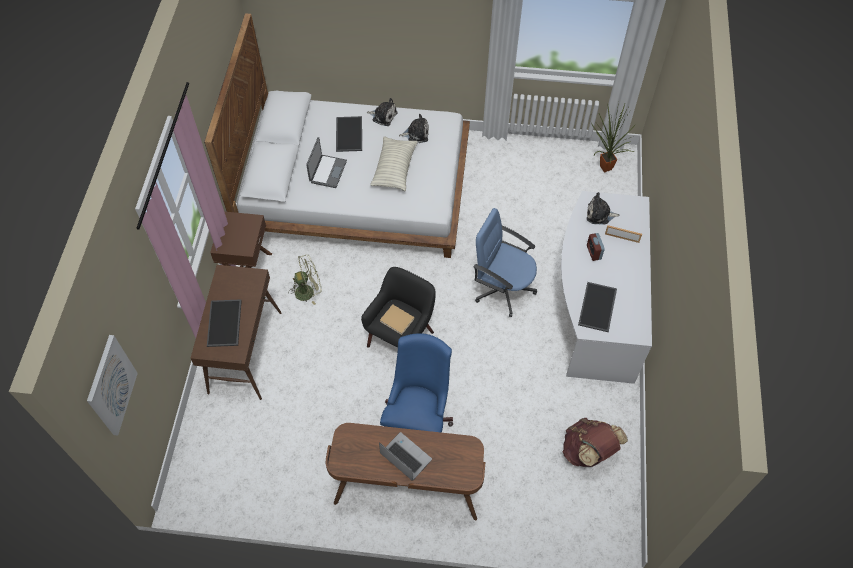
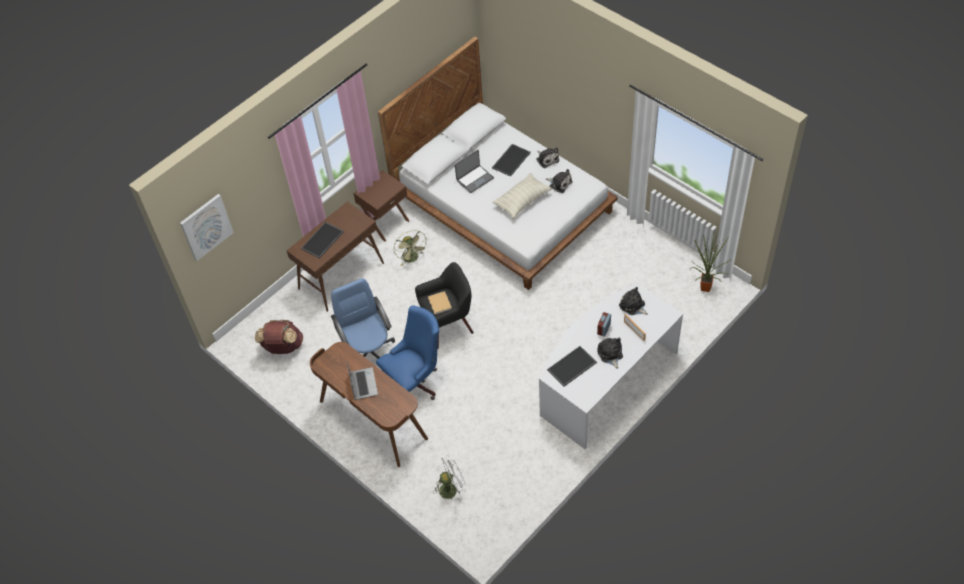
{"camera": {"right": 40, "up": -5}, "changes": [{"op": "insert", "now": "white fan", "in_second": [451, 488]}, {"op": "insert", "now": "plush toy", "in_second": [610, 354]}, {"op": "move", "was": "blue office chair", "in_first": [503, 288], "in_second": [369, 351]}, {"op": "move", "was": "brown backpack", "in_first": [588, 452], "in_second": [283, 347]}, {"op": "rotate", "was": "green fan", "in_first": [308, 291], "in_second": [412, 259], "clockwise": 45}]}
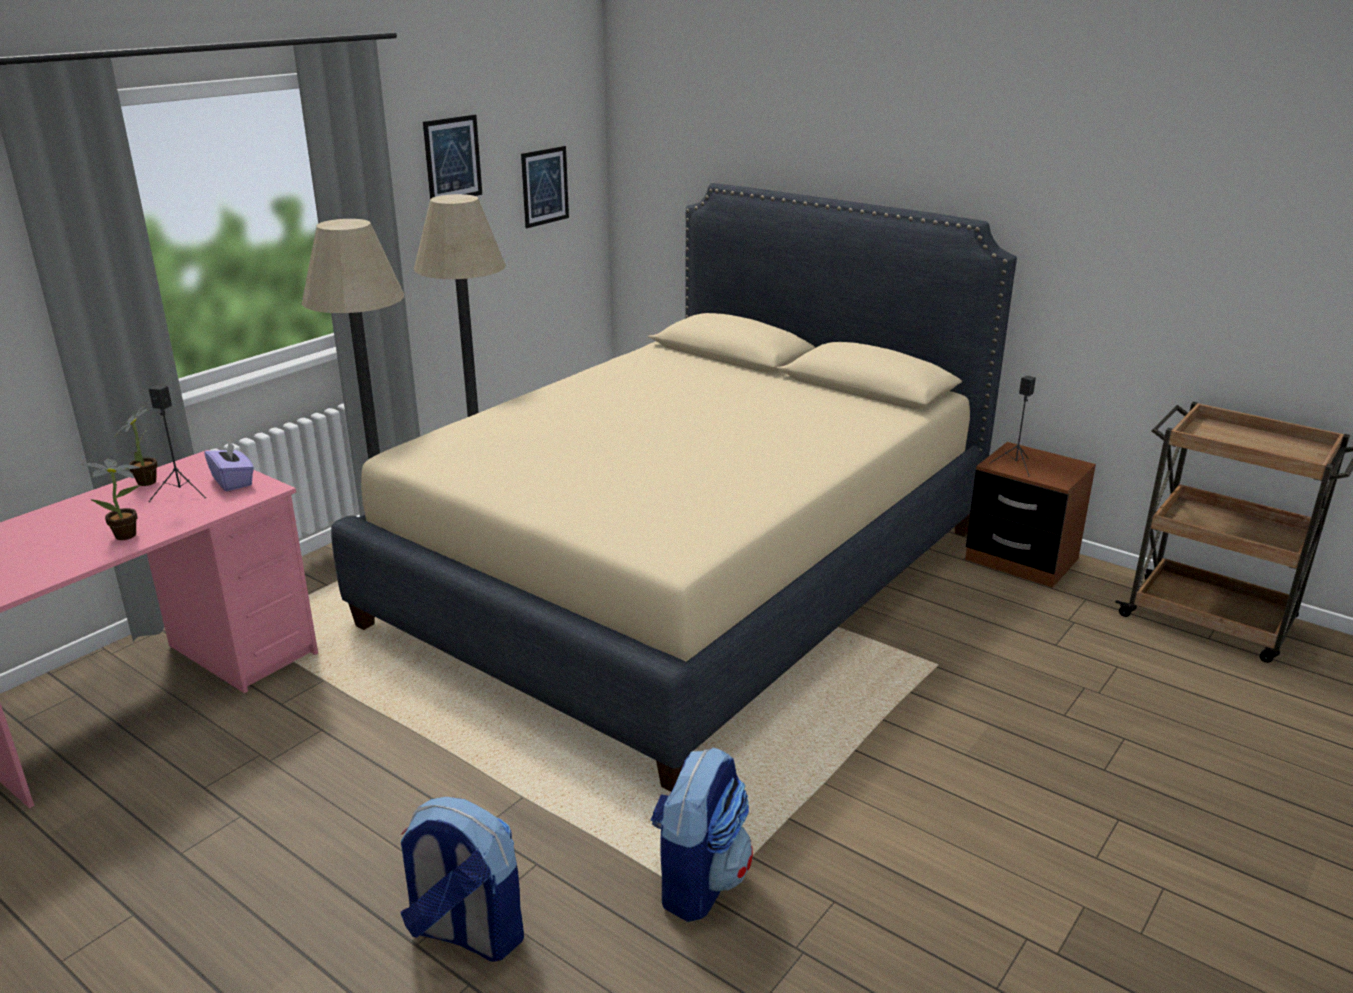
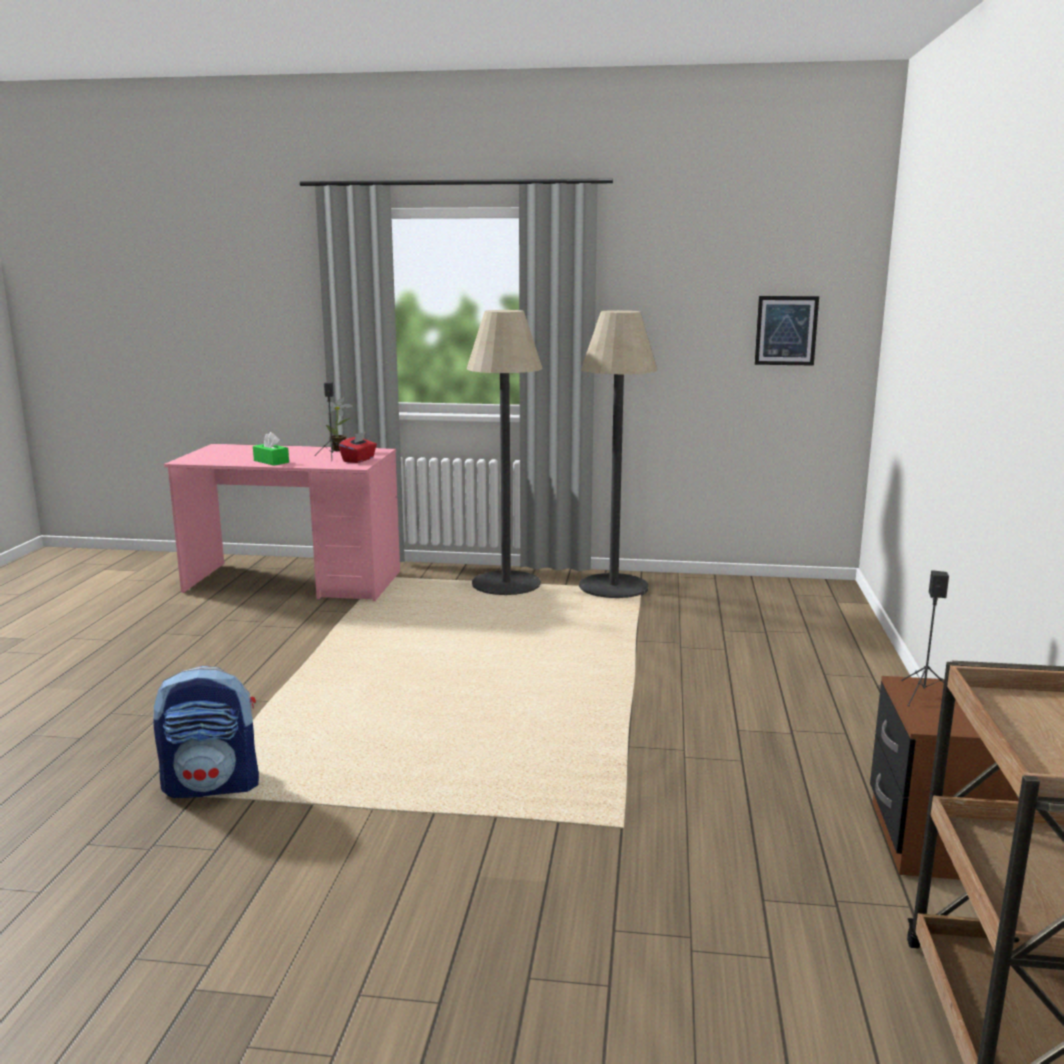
{"camera": {"right": 60, "up": -10}, "changes": [{"op": "delete", "was": "beige bed", "in_first": [688, 575]}, {"op": "delete", "was": "backpack", "in_first": [465, 932]}, {"op": "delete", "was": "picture", "in_first": [452, 159]}, {"op": "replace", "was": "potted plant", "now": "green tissue box", "in_first": [129, 536], "in_second": [271, 461]}, {"op": "recolor", "was": "purple tissue box", "now": "red tissue box", "in_first": [233, 481], "in_second": [359, 460]}]}
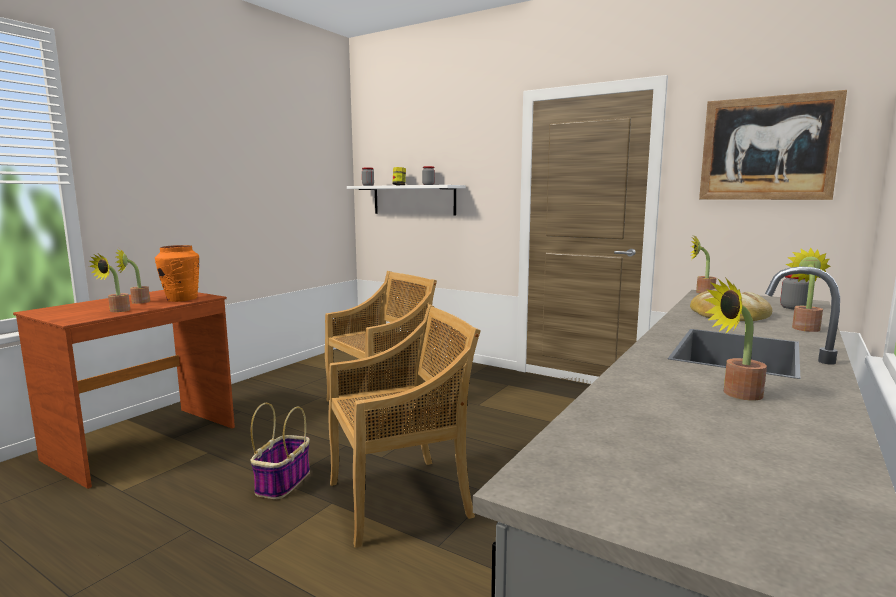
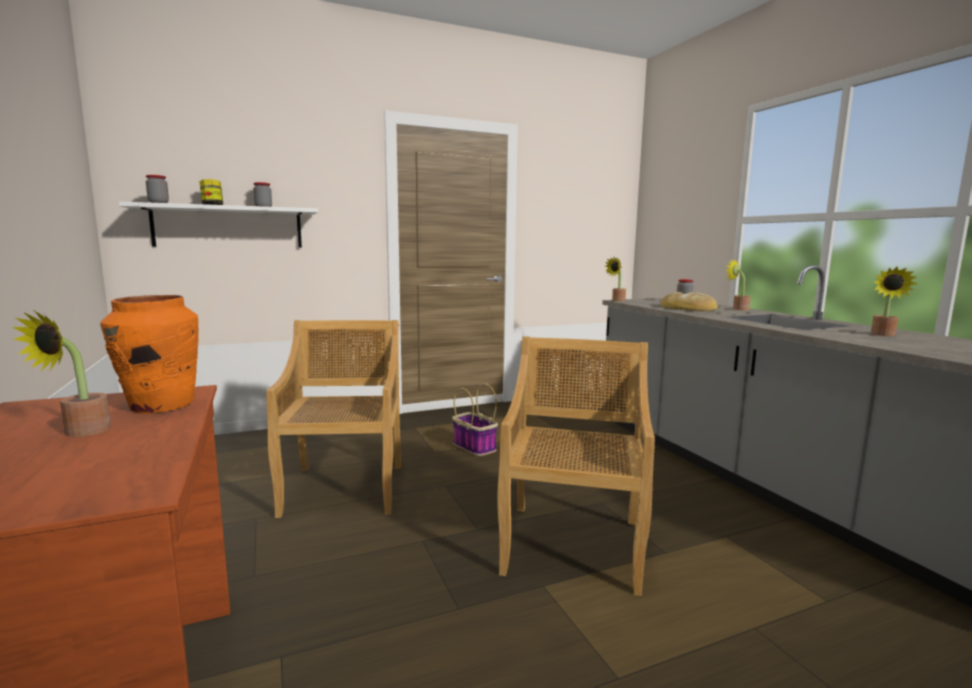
{"camera": {"right": -55, "up": 0}, "changes": [{"op": "delete", "was": "potted plant", "in_first": [116, 311]}, {"op": "delete", "was": "picture", "in_first": [767, 148]}, {"op": "move", "was": "basket", "in_first": [283, 482], "in_second": [473, 446]}]}
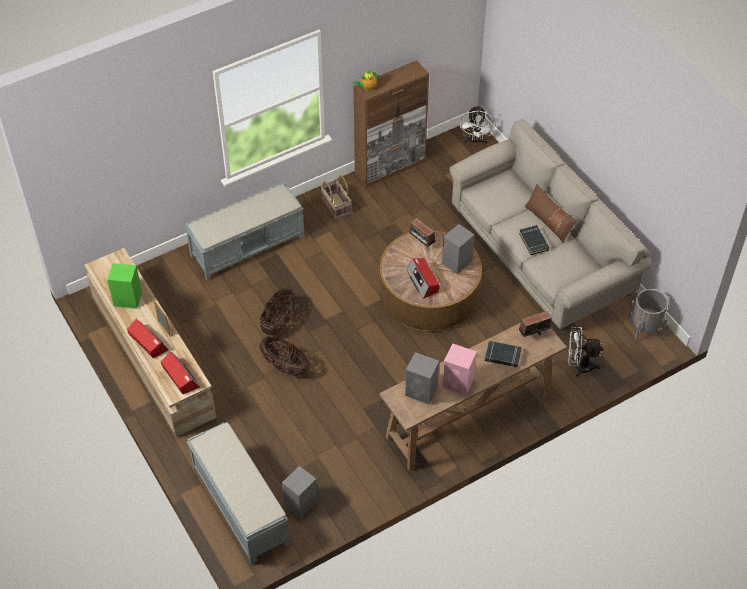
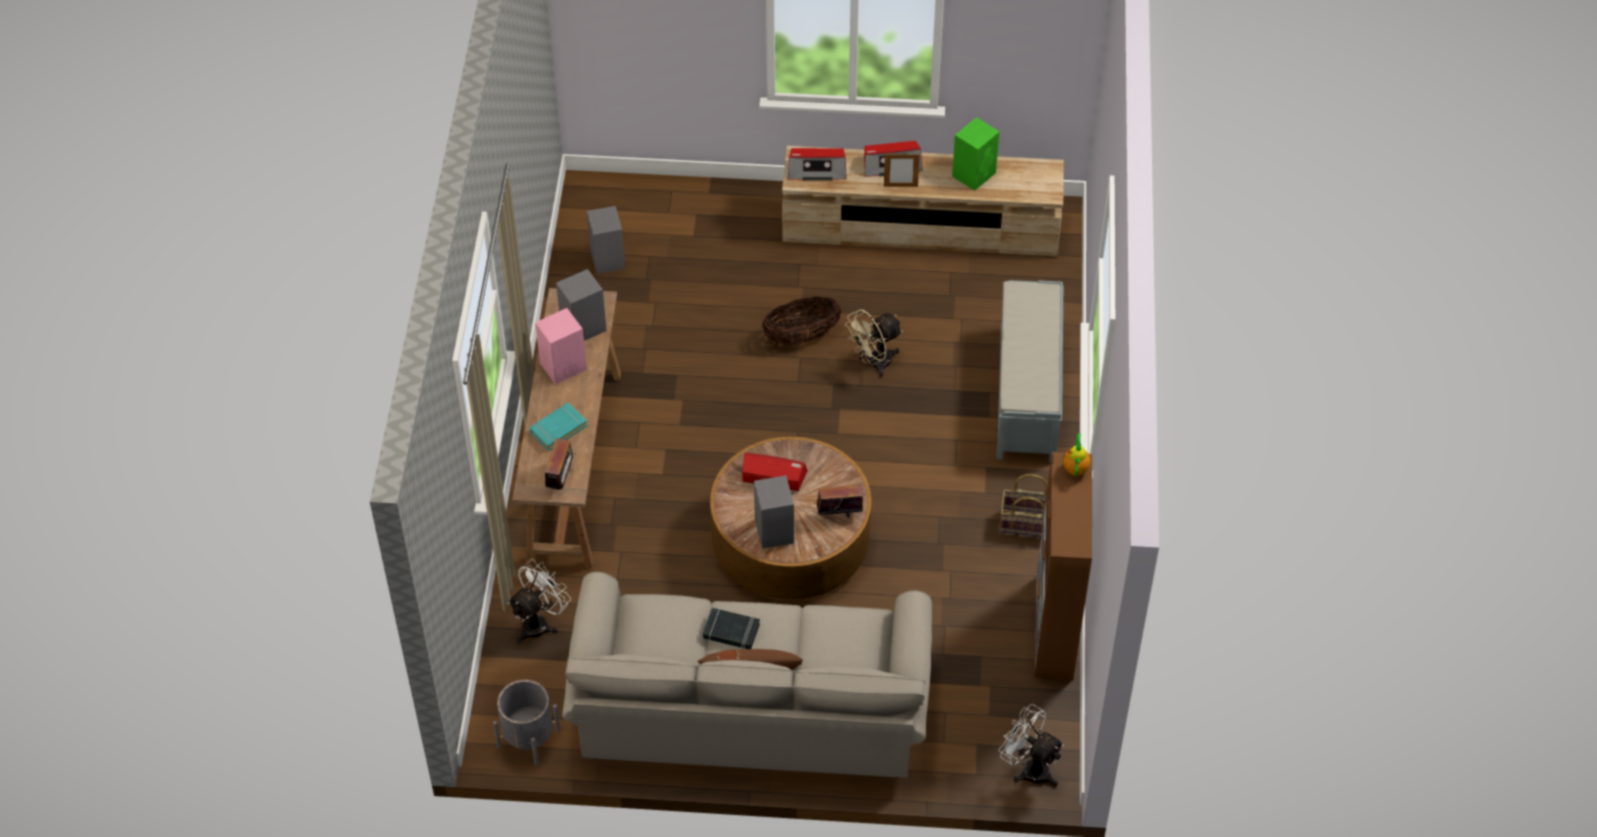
{"camera": {"right": 125, "up": 0}, "changes": [{"op": "delete", "was": "grey bench", "in_first": [240, 505]}, {"op": "replace", "was": "basket", "now": "beige fan", "in_first": [278, 322], "in_second": [874, 363]}, {"op": "recolor", "was": "black book", "now": "turquoise book", "in_first": [502, 356], "in_second": [558, 429]}]}
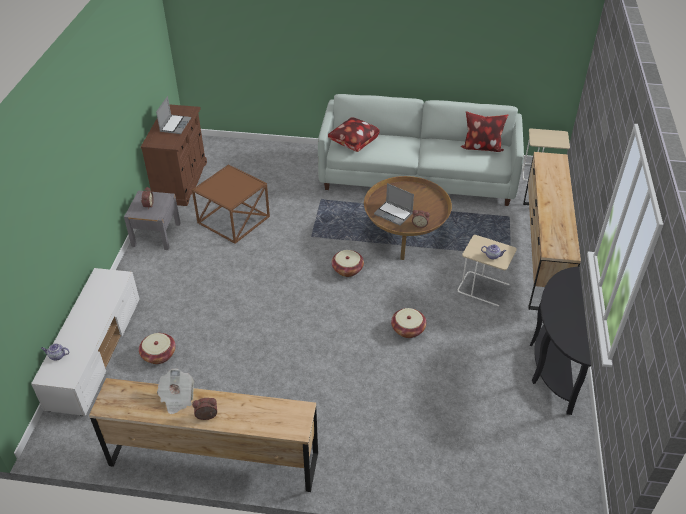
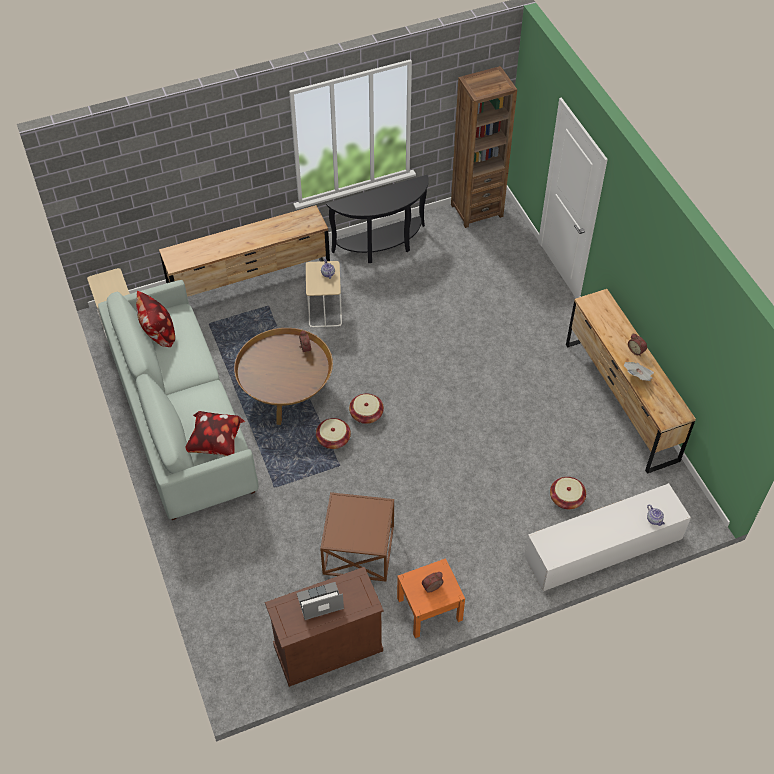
{"camera": {"right": -120, "up": 10}, "changes": [{"op": "delete", "was": "laptop", "in_first": [394, 214]}, {"op": "insert", "now": "brown bookcase", "in_second": [476, 210]}, {"op": "move", "was": "basket", "in_first": [408, 329], "in_second": [333, 439]}, {"op": "recolor", "was": "grey nightstand", "now": "orange nightstand", "in_first": [156, 234], "in_second": [429, 609]}]}
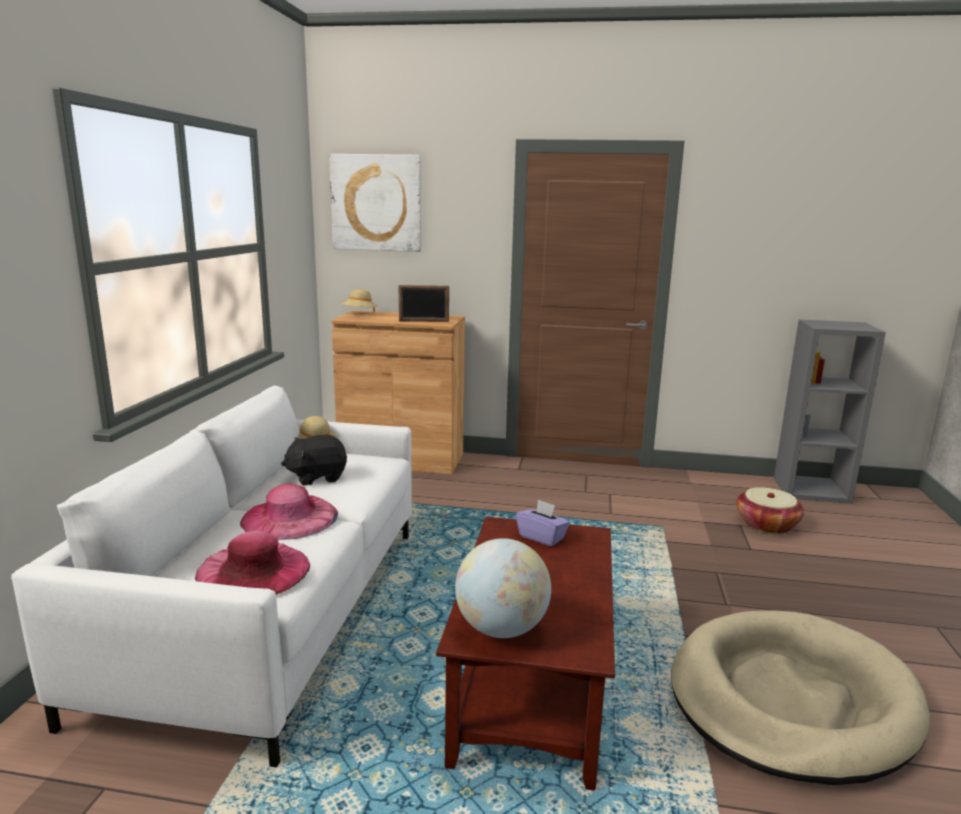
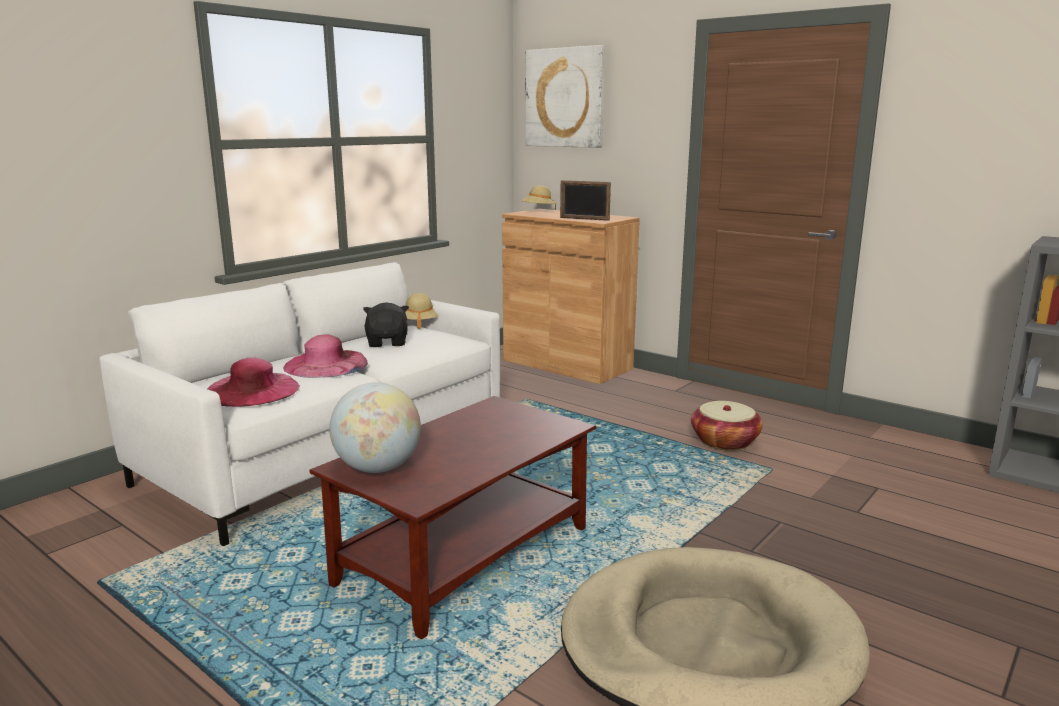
{"camera": {"right": 30, "up": 0}, "changes": [{"op": "delete", "was": "purple tissue box", "in_first": [542, 537]}, {"op": "move", "was": "basket", "in_first": [766, 524], "in_second": [724, 442]}, {"op": "rotate", "was": "black plush toy", "in_first": [317, 477], "in_second": [388, 342], "clockwise": 75}]}
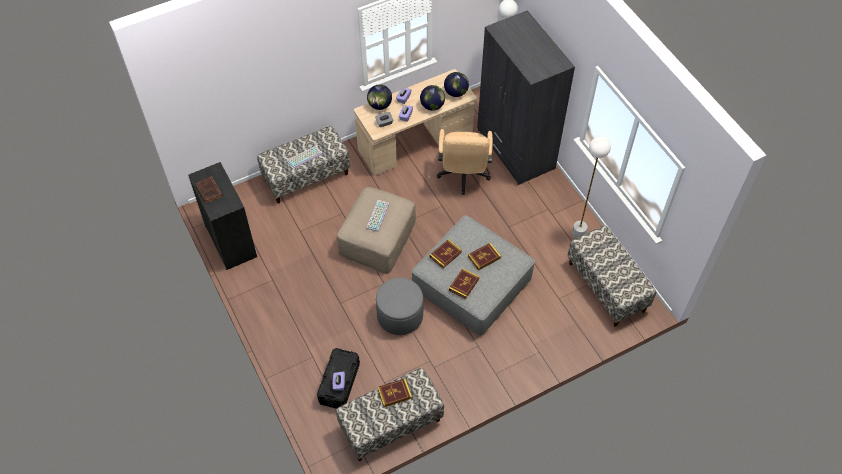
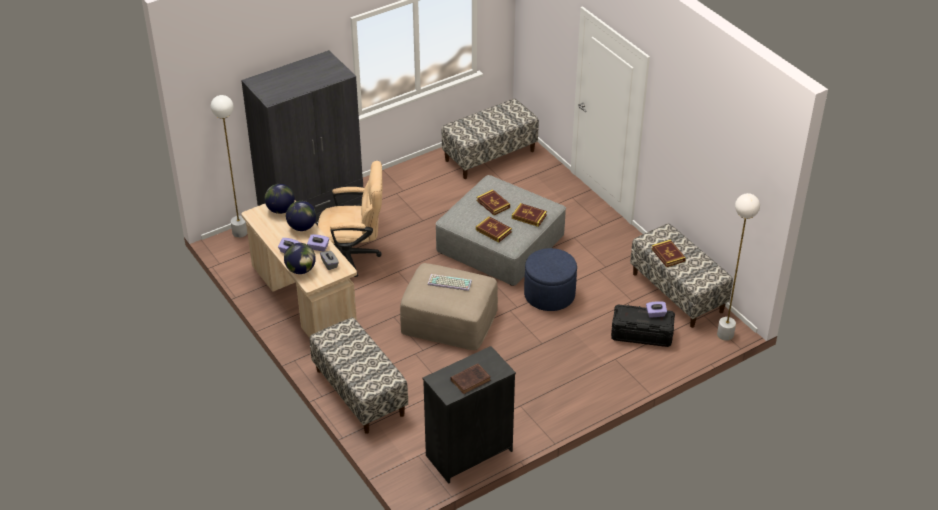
{"camera": {"right": -95, "up": -15}, "changes": [{"op": "delete", "was": "keyboard", "in_first": [304, 156]}, {"op": "move", "was": "white floor lamp", "in_first": [578, 234], "in_second": [725, 335]}, {"op": "recolor", "was": "grey ottoman", "now": "blue ottoman", "in_first": [400, 315], "in_second": [549, 295]}]}
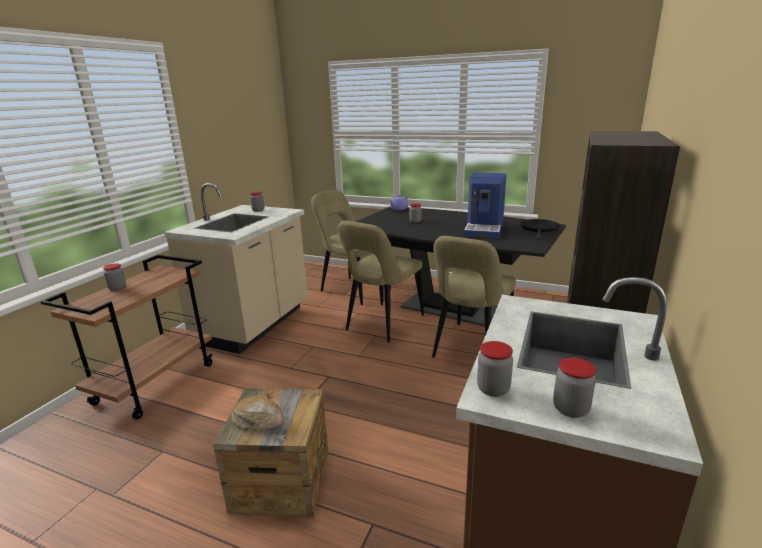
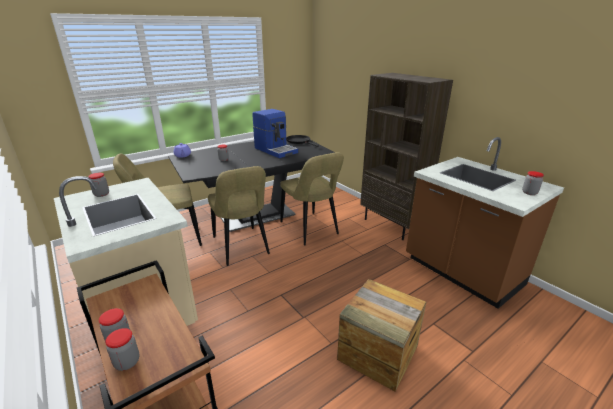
{"camera": {"right": -60, "up": 5}, "changes": [{"op": "delete", "was": "bread", "in_first": [258, 420]}, {"op": "move", "was": "jar", "in_first": [493, 389], "in_second": [127, 362]}]}
